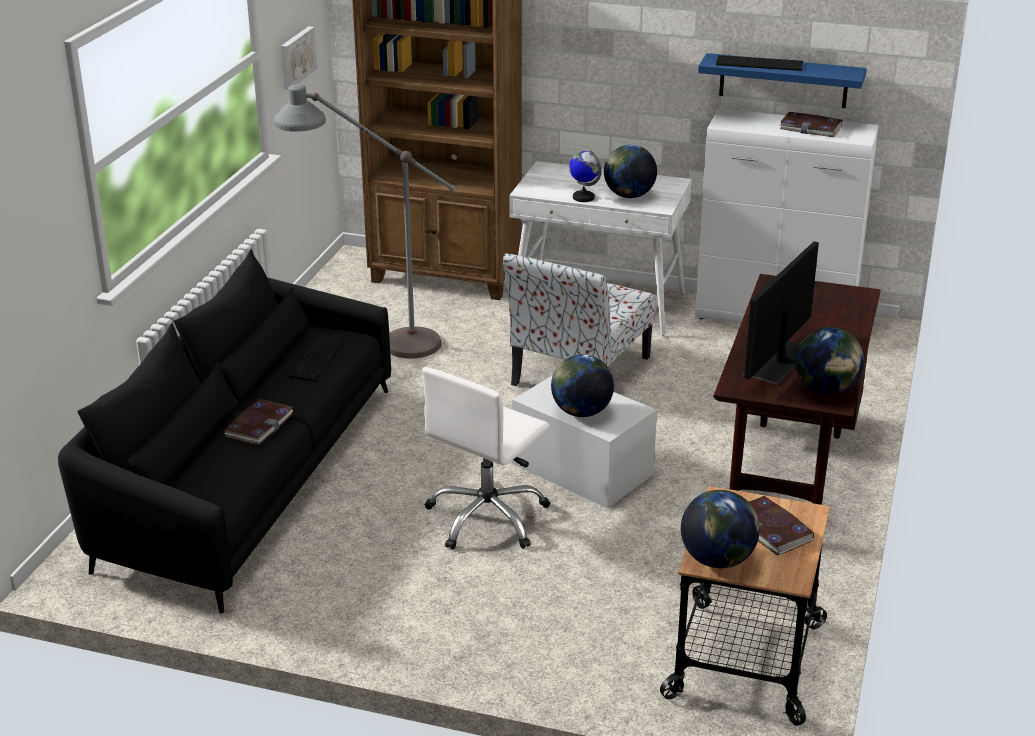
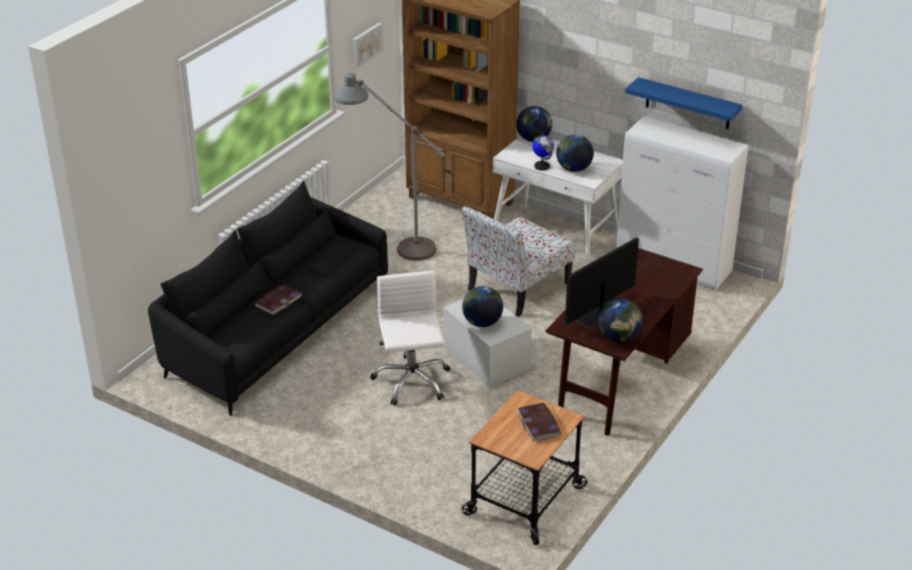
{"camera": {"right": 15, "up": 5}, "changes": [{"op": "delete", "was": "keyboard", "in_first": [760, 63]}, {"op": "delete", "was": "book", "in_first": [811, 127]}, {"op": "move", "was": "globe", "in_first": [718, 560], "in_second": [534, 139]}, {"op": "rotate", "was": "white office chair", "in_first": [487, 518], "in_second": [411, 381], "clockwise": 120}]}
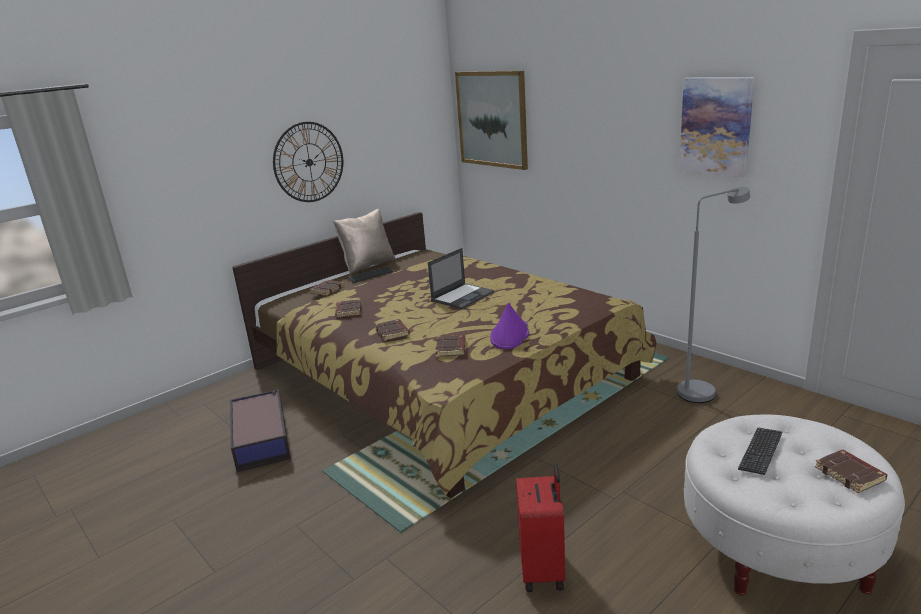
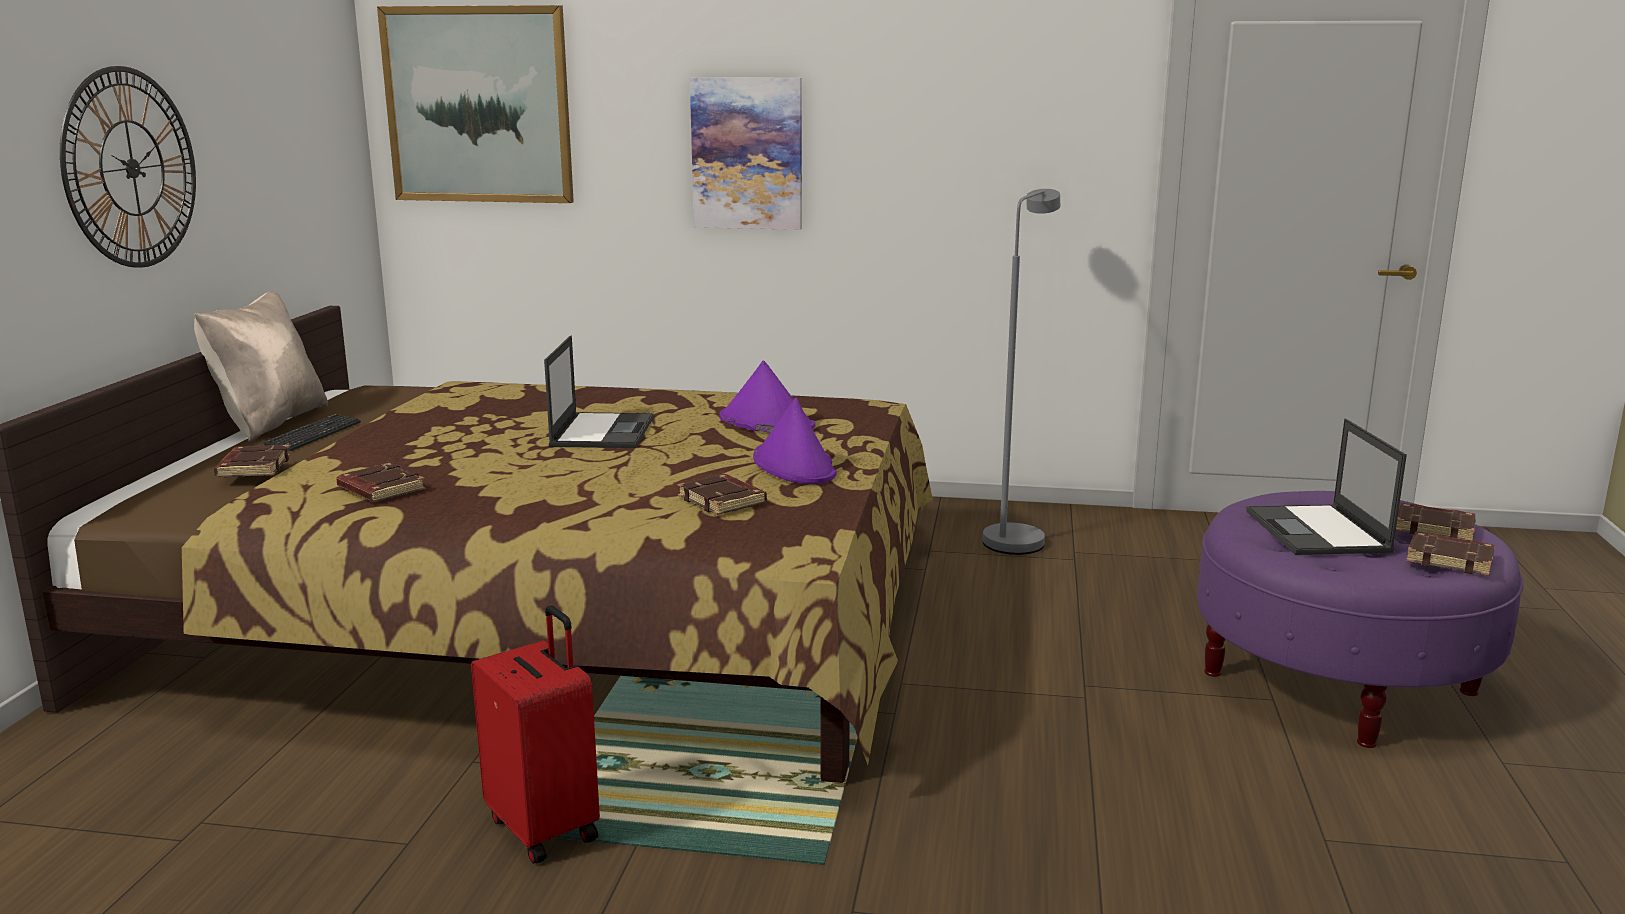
{"camera": {"right": -40, "up": -5}, "changes": [{"op": "delete", "was": "storage box", "in_first": [262, 438]}, {"op": "insert", "now": "purple hat", "in_second": [766, 422]}, {"op": "move", "was": "brown book", "in_first": [393, 333], "in_second": [1450, 560]}, {"op": "move", "was": "red suitcase", "in_first": [543, 570], "in_second": [546, 827]}, {"op": "move", "was": "picture", "in_first": [716, 126], "in_second": [747, 153]}, {"op": "replace", "was": "keyboard", "now": "laptop", "in_first": [760, 452], "in_second": [1318, 532]}, {"op": "recolor", "was": "white ottoman", "now": "purple ottoman", "in_first": [778, 547], "in_second": [1339, 682]}]}
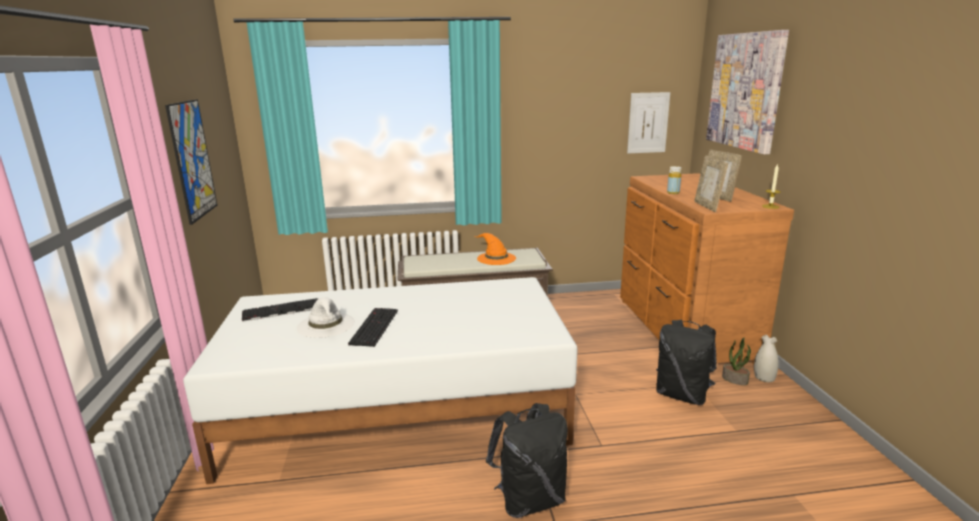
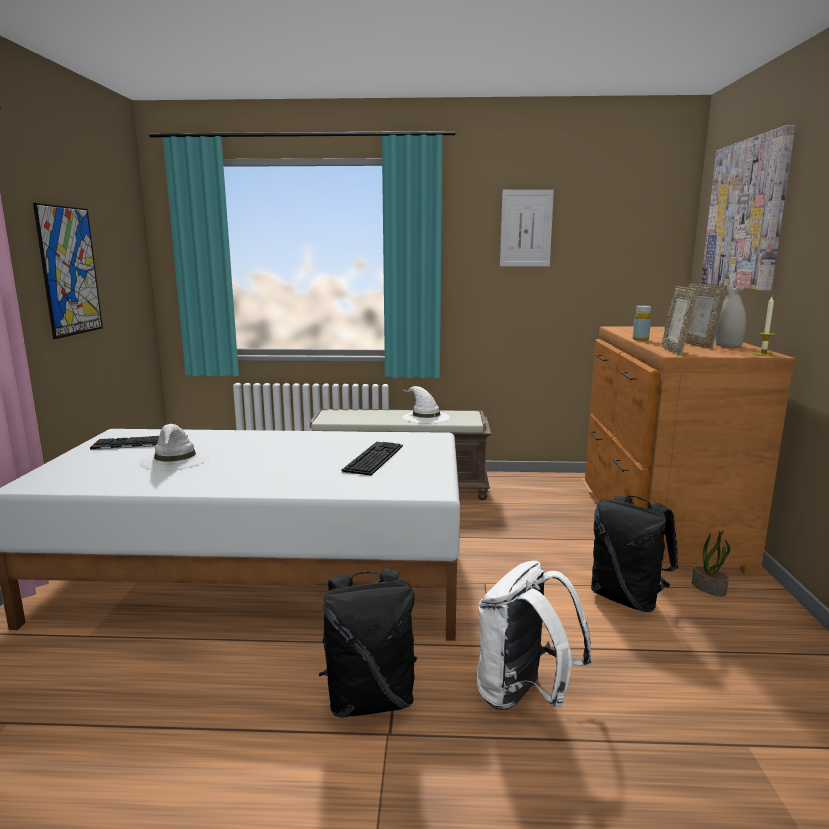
{"camera": {"right": 10, "up": -5}, "changes": [{"op": "insert", "now": "white backpack", "in_second": [524, 696]}, {"op": "move", "was": "keyboard", "in_first": [373, 326], "in_second": [373, 458]}, {"op": "move", "was": "picture", "in_first": [648, 123], "in_second": [526, 228]}, {"op": "move", "was": "white vase", "in_first": [763, 377], "in_second": [727, 345]}, {"op": "recolor", "was": "orange hat", "now": "white hat", "in_first": [495, 258], "in_second": [425, 417]}]}
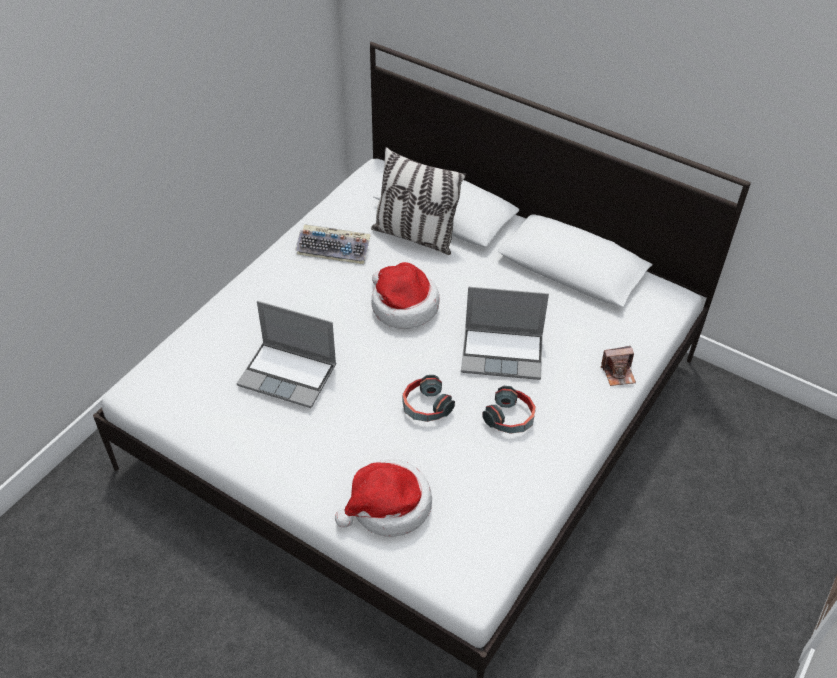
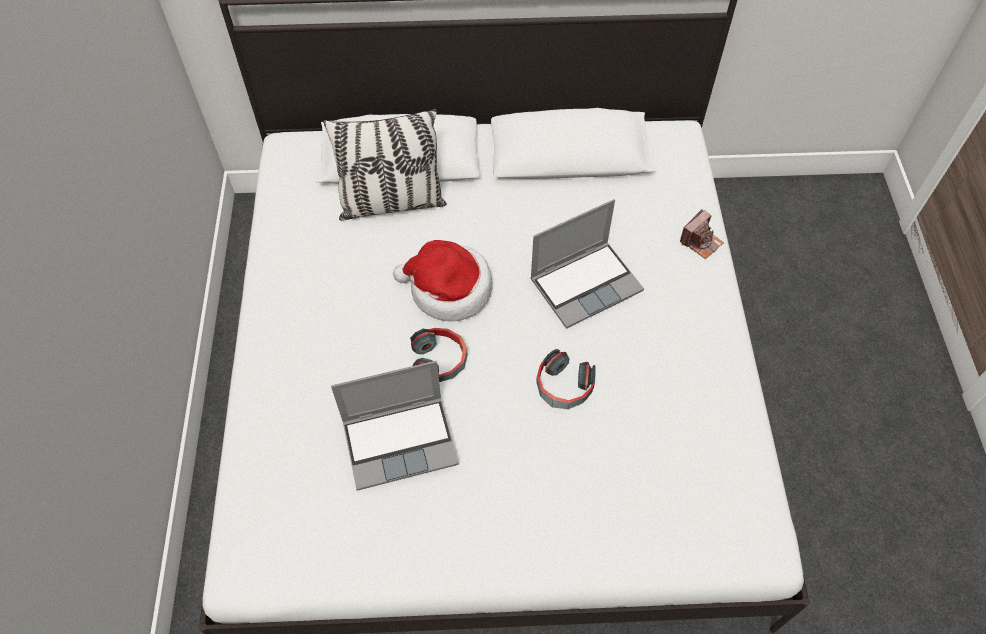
{"camera": {"right": -35, "up": 10}, "changes": [{"op": "delete", "was": "keyboard", "in_first": [335, 249]}, {"op": "delete", "was": "hat", "in_first": [388, 506]}, {"op": "move", "was": "headphones", "in_first": [510, 418], "in_second": [440, 360]}]}
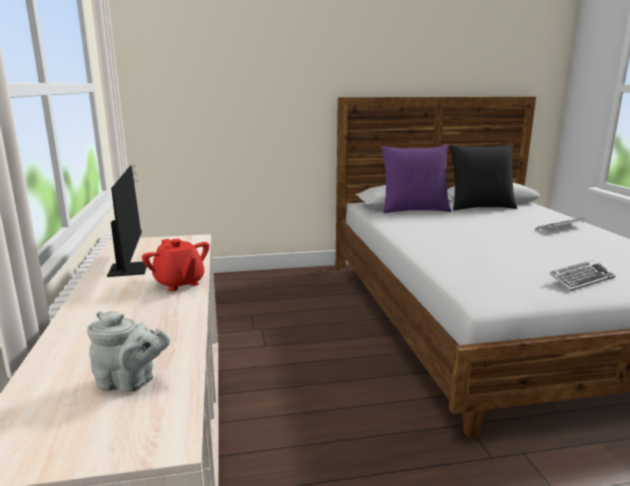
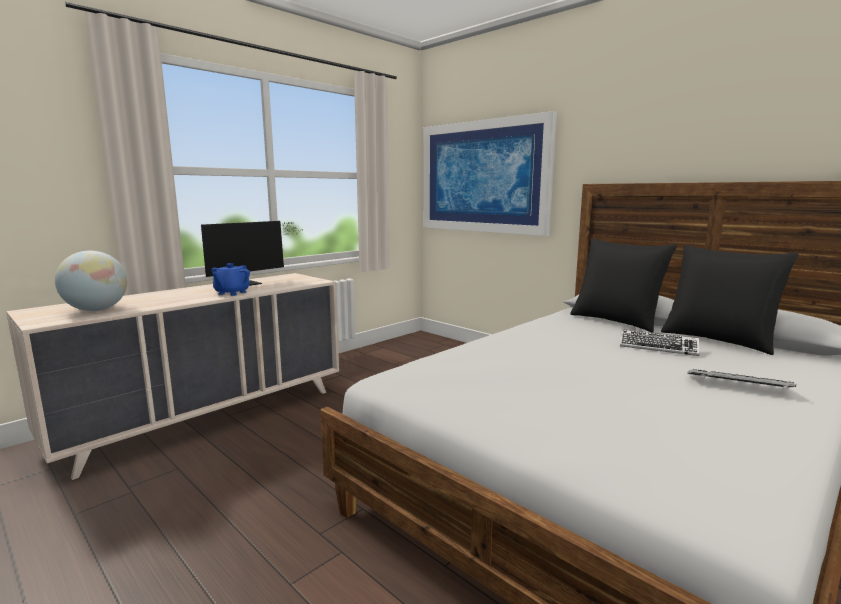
{"camera": {"right": 55, "up": -5}, "changes": [{"op": "insert", "now": "picture", "in_second": [483, 177]}, {"op": "move", "was": "keyboard", "in_first": [581, 279], "in_second": [658, 347]}, {"op": "replace", "was": "grey teapot", "now": "globe", "in_first": [130, 382], "in_second": [96, 310]}, {"op": "recolor", "was": "red teapot", "now": "blue teapot", "in_first": [179, 283], "in_second": [232, 293]}, {"op": "recolor", "was": "purple pillow", "now": "black pillow", "in_first": [414, 210], "in_second": [616, 321]}]}
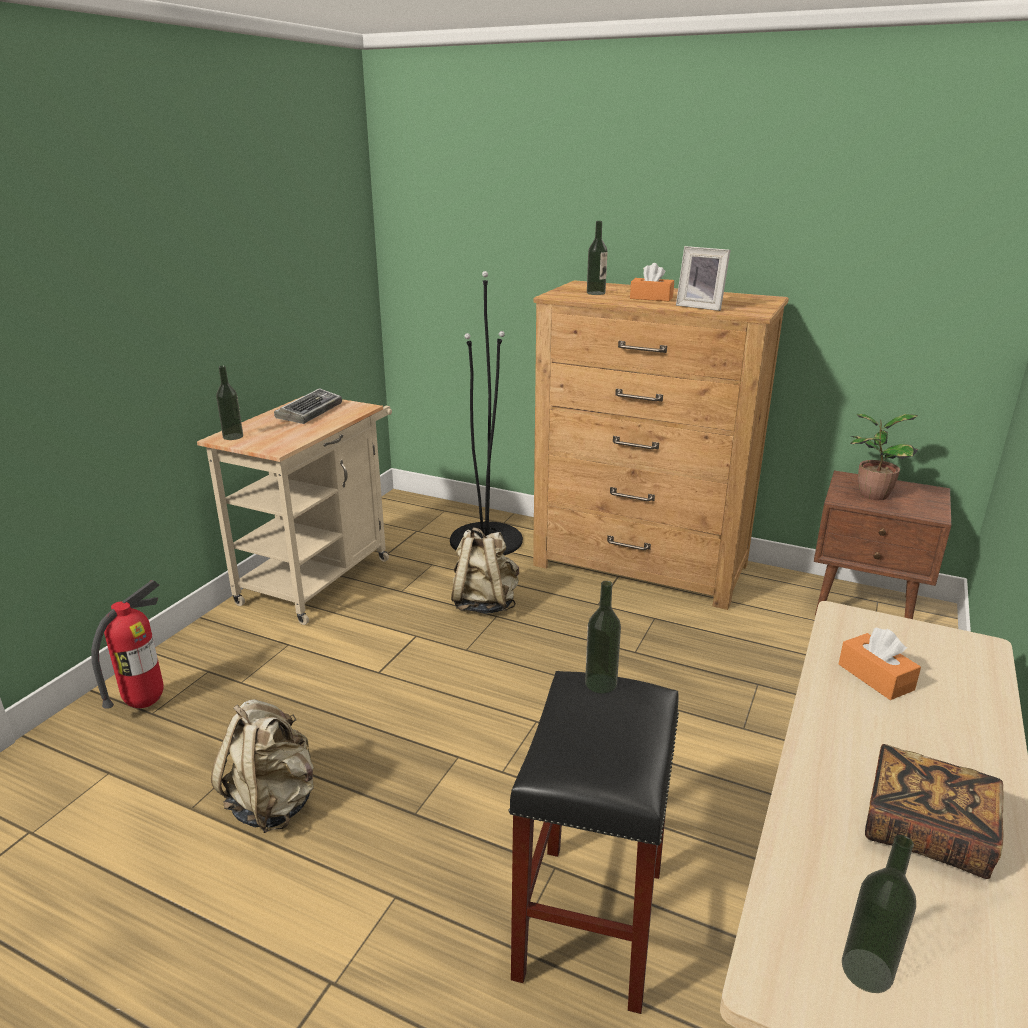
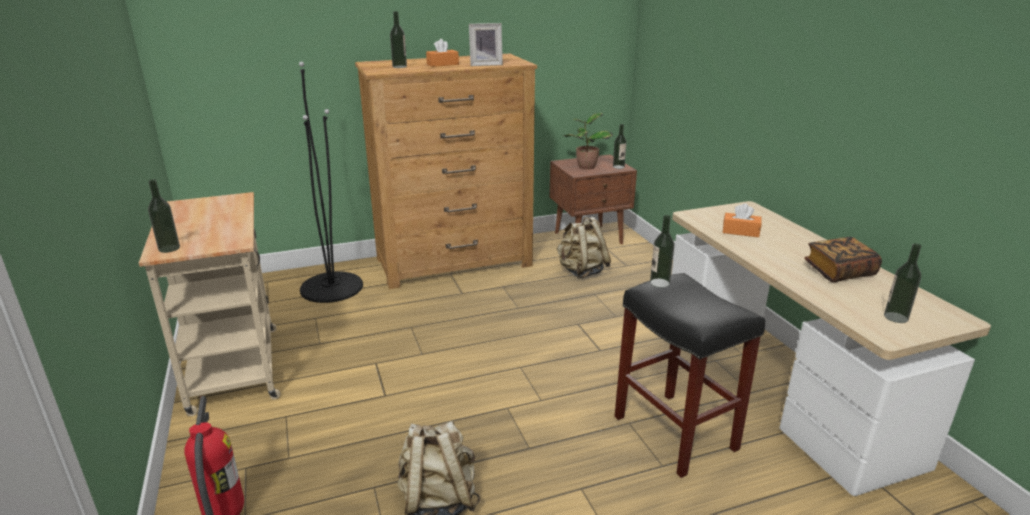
{"camera": {"right": -45, "up": 0}, "changes": [{"op": "delete", "was": "keyboard", "in_first": [310, 412]}, {"op": "insert", "now": "bottle", "in_second": [618, 167]}, {"op": "move", "was": "beige backpack", "in_first": [484, 603], "in_second": [581, 271]}]}
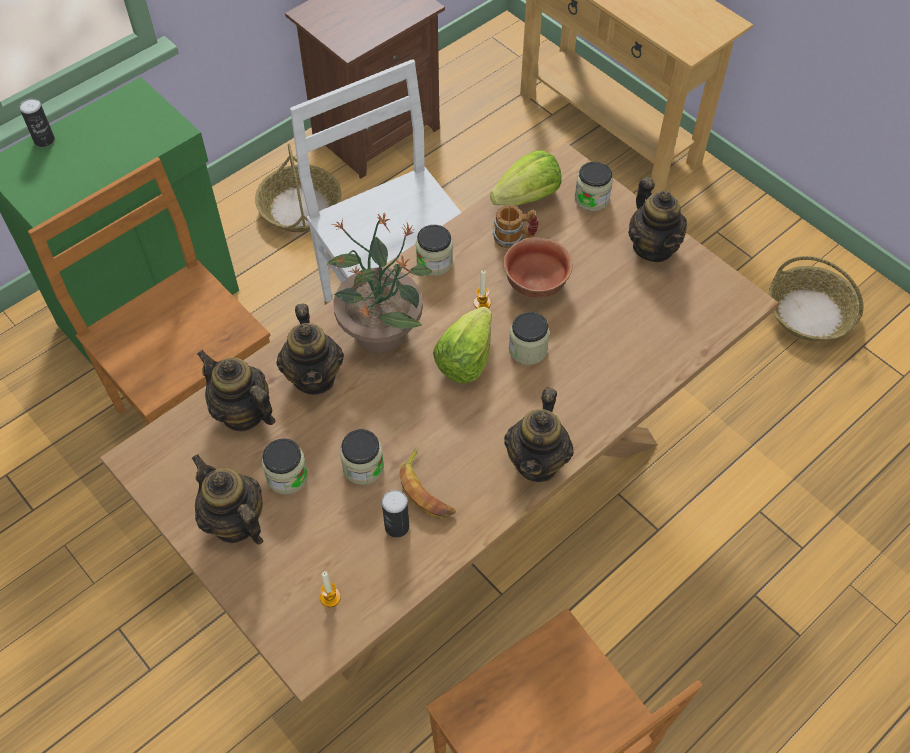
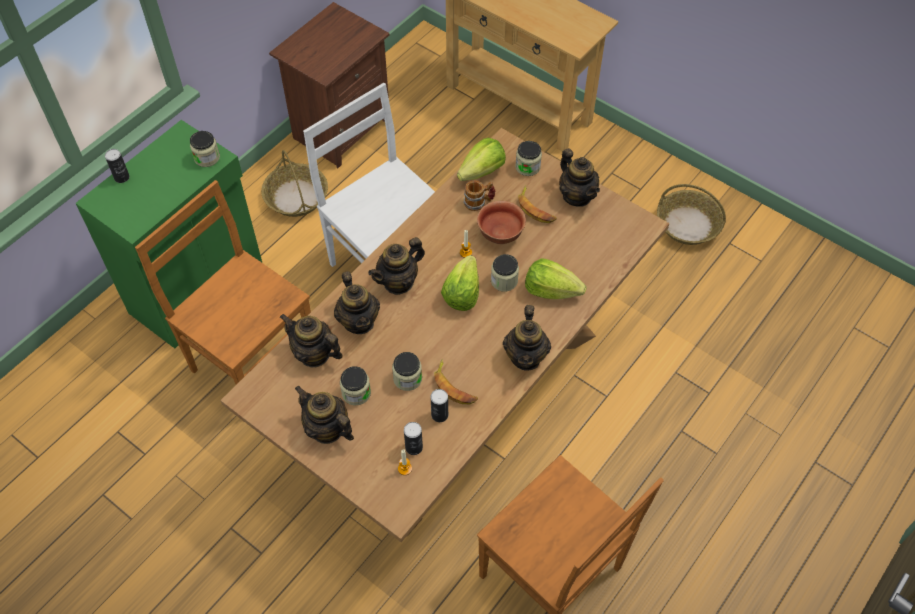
{"camera": {"right": -10, "up": 0}, "changes": [{"op": "insert", "now": "can", "in_second": [414, 447]}, {"op": "insert", "now": "banana", "in_second": [535, 208]}, {"op": "insert", "now": "lettuce", "in_second": [551, 290]}, {"op": "move", "was": "jar", "in_first": [434, 262], "in_second": [207, 157]}, {"op": "replace", "was": "potted plant", "now": "teapot", "in_first": [381, 330], "in_second": [398, 282]}]}
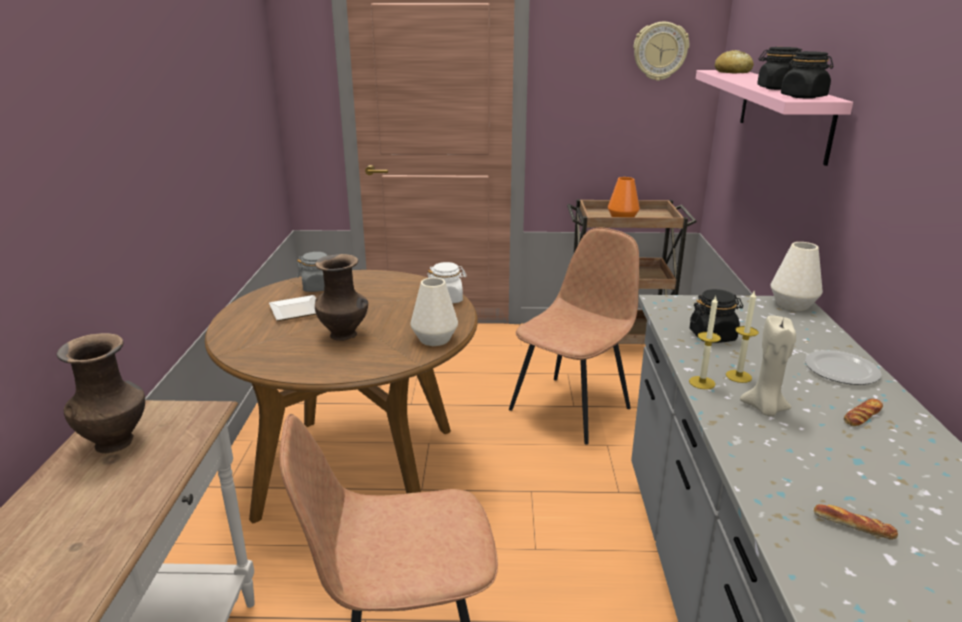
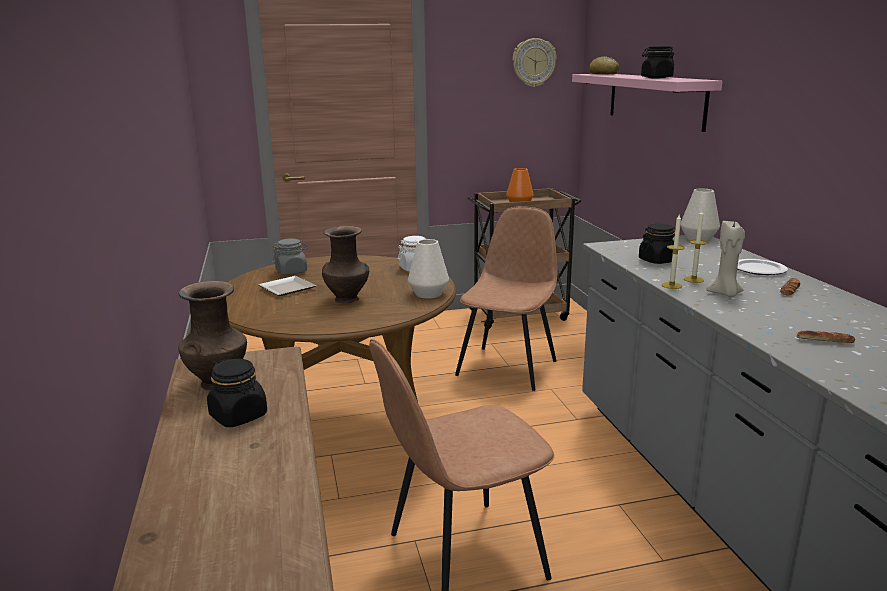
{"camera": {"right": -15, "up": -5}, "changes": [{"op": "move", "was": "black jar", "in_first": [803, 97], "in_second": [239, 416]}]}
